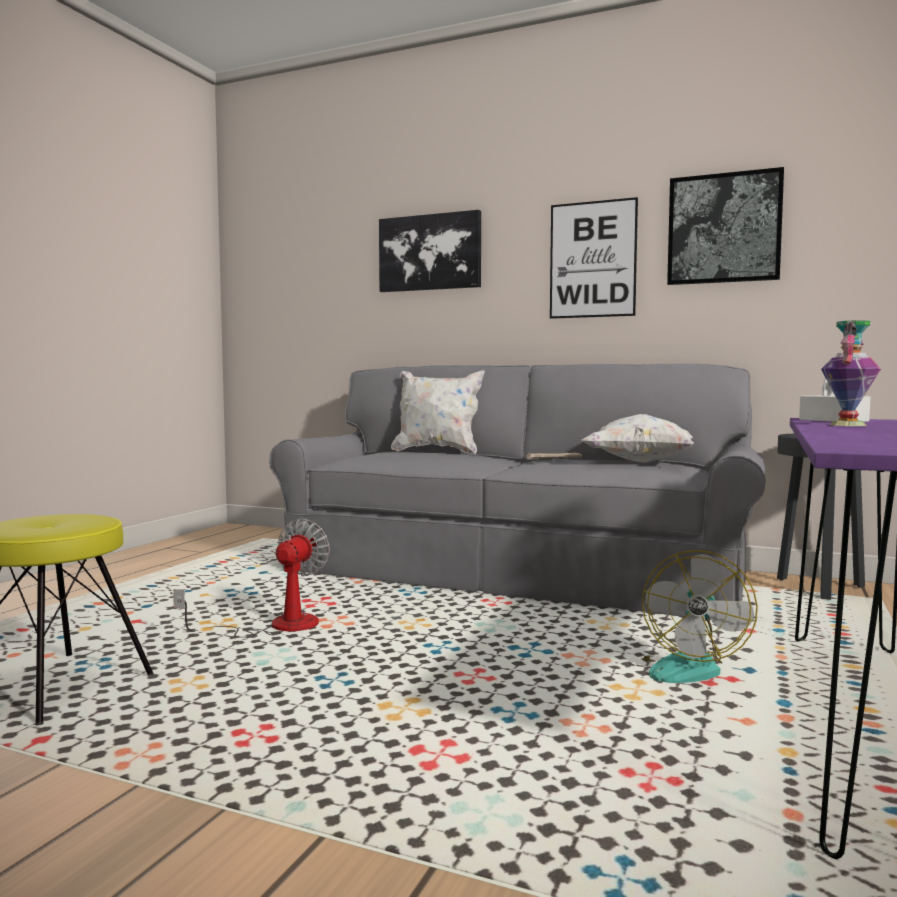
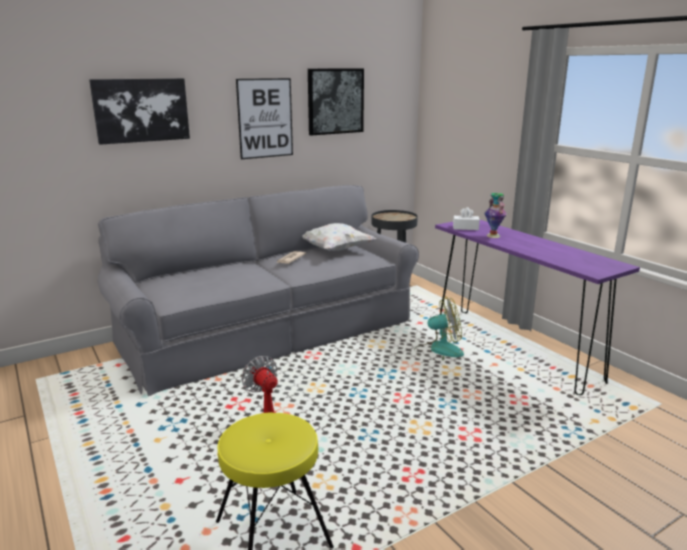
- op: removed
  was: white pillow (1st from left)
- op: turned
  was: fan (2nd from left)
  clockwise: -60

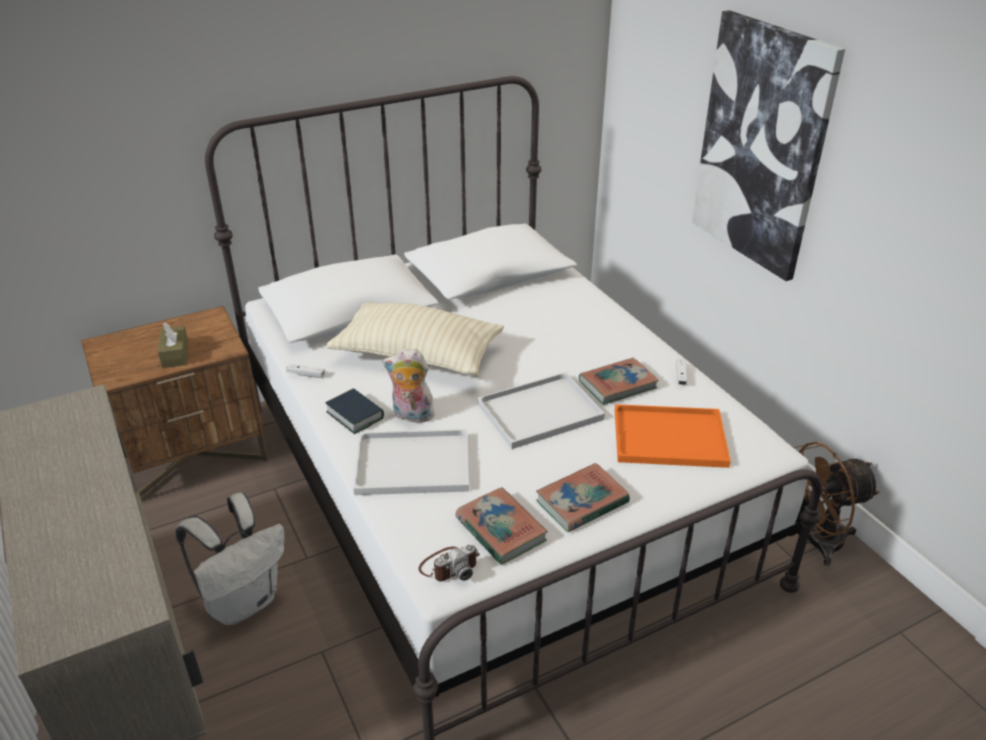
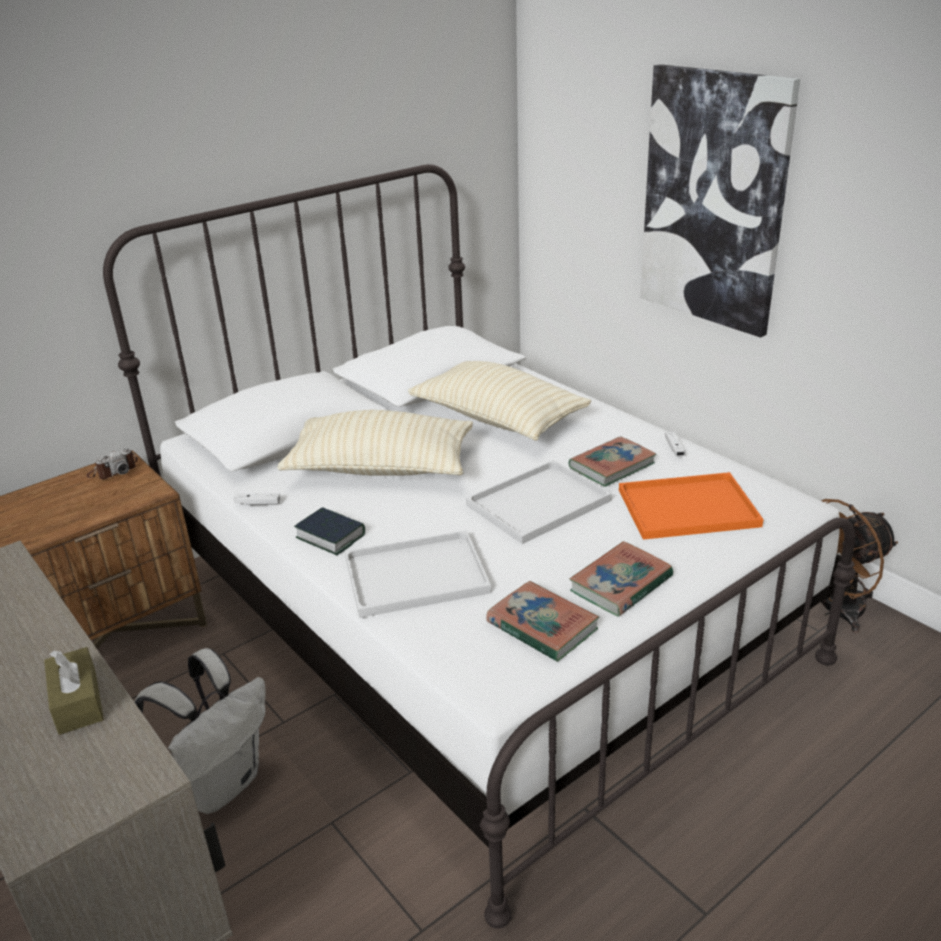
- op: moved
  was: brown tissue box
- op: removed
  was: plush toy
- op: moved
  was: photo camera
- op: added
  now: beige pillow (2nd from left)

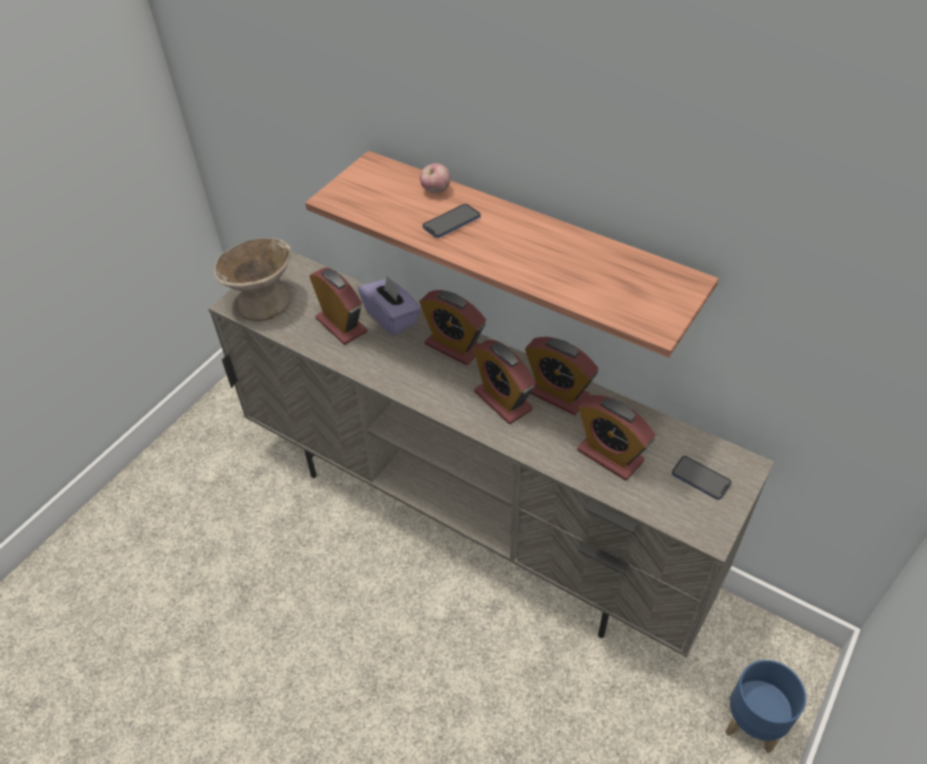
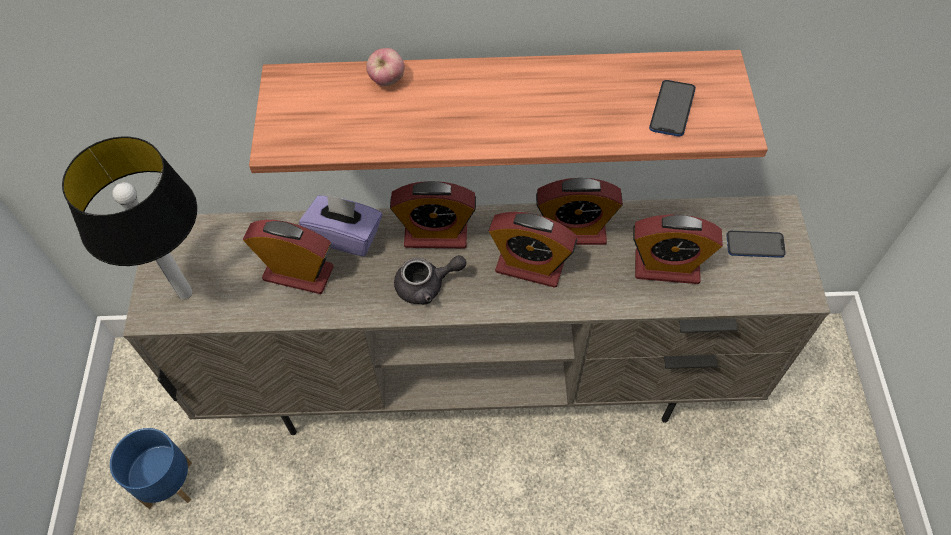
- op: moved
  was: phone (1st from left)
- op: replaced
  was: beige bowl
  now: table lamp
- op: moved
  was: blue planter
- op: added
  now: grey teapot

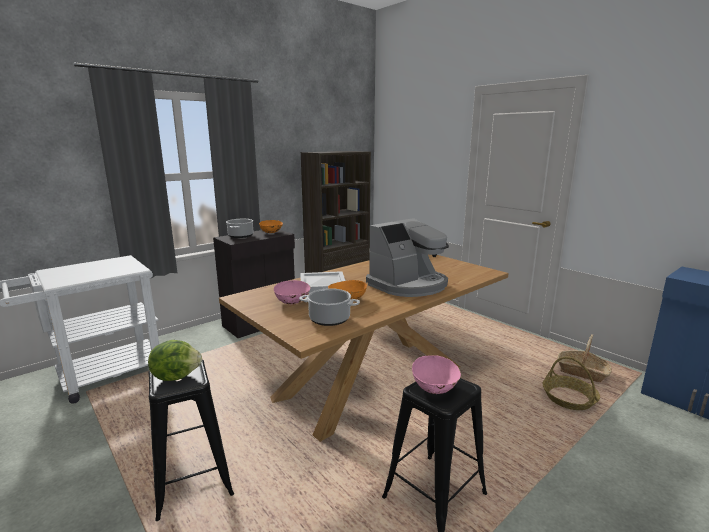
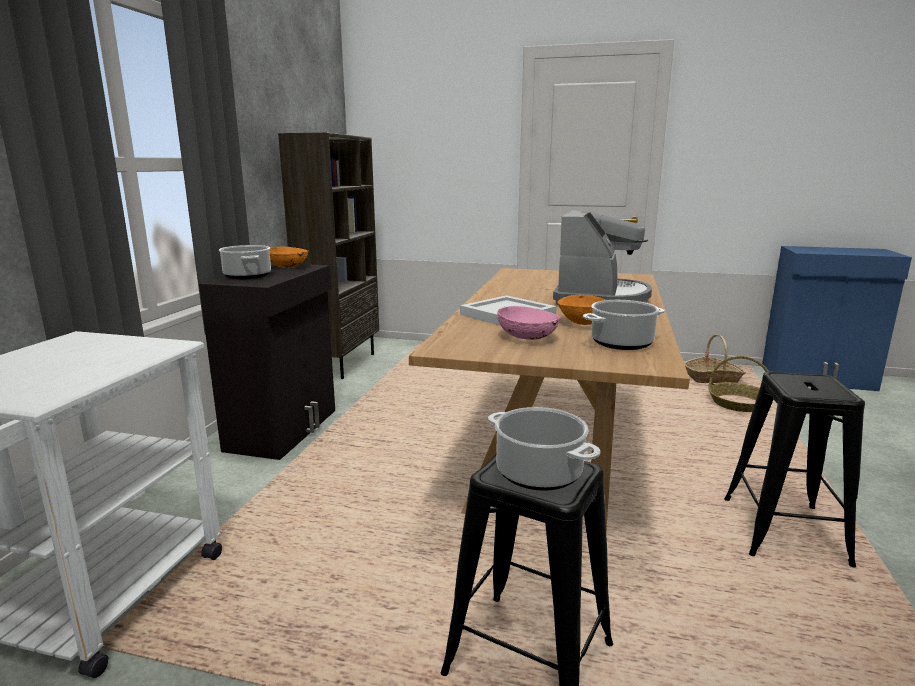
- op: replaced
  was: lettuce
  now: cooking pot (2nd from left)
- op: removed
  was: pink bowl (2nd from left)

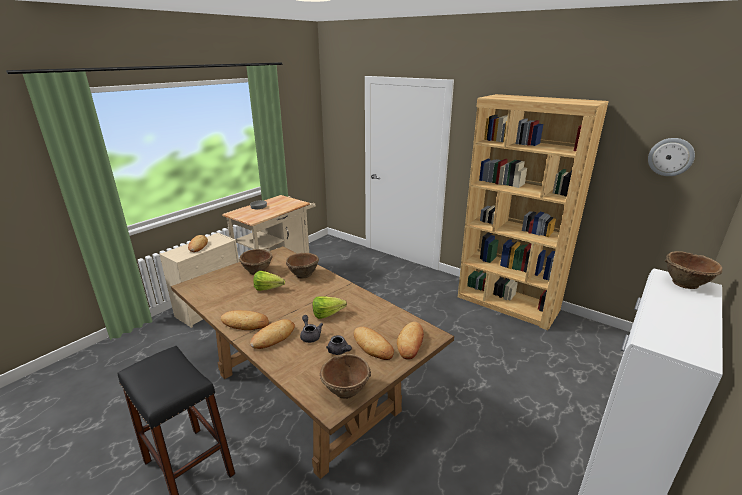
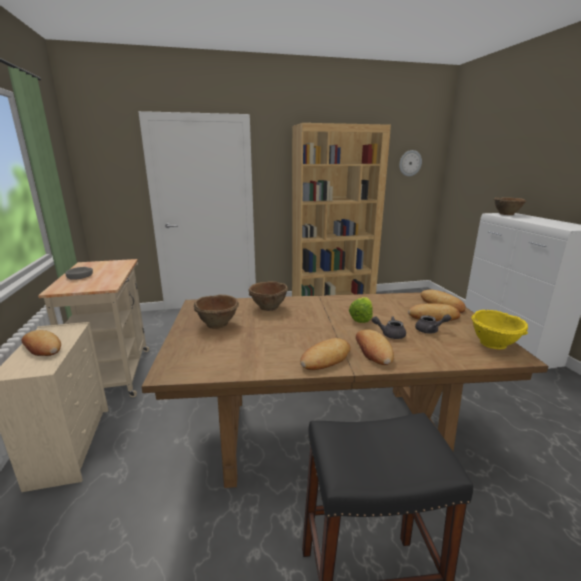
- op: removed
  was: lettuce (1st from left)
- op: recoloured
  was: brown bowl (3rd from left)
  now: yellow bowl

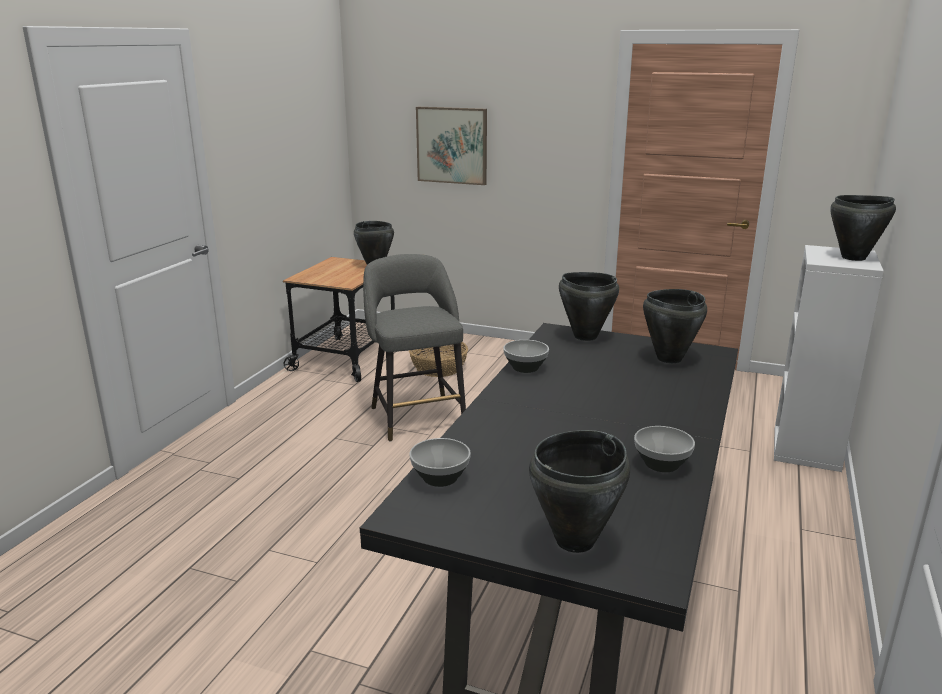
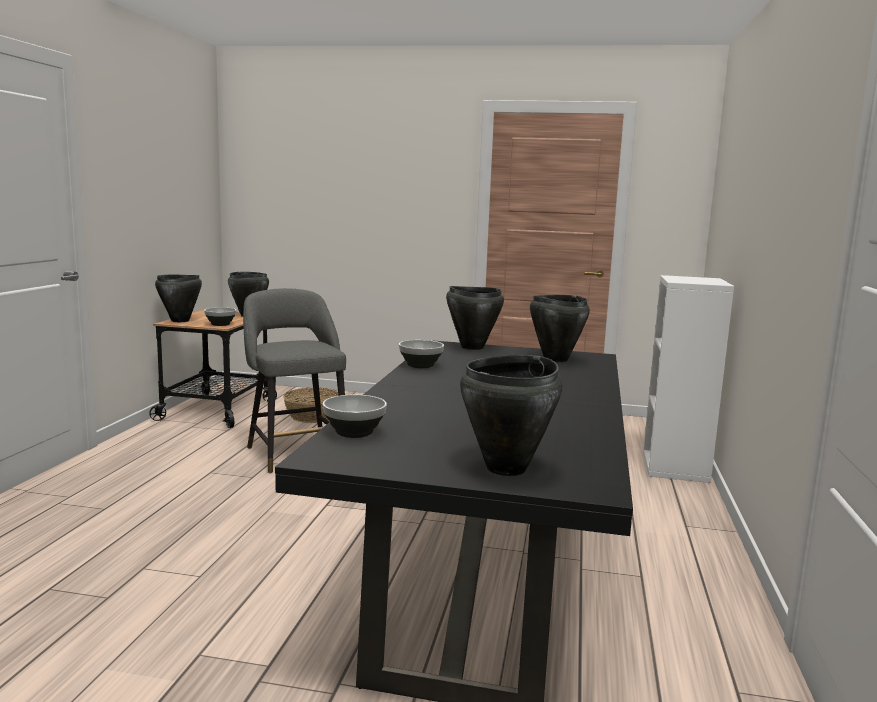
- op: removed
  was: picture
- op: moved
  was: black cooking pot (5th from left in the first image)
  now: black cooking pot (1st from left)
- op: moved
  was: bowl (3rd from left in the first image)
  now: bowl (1st from left)

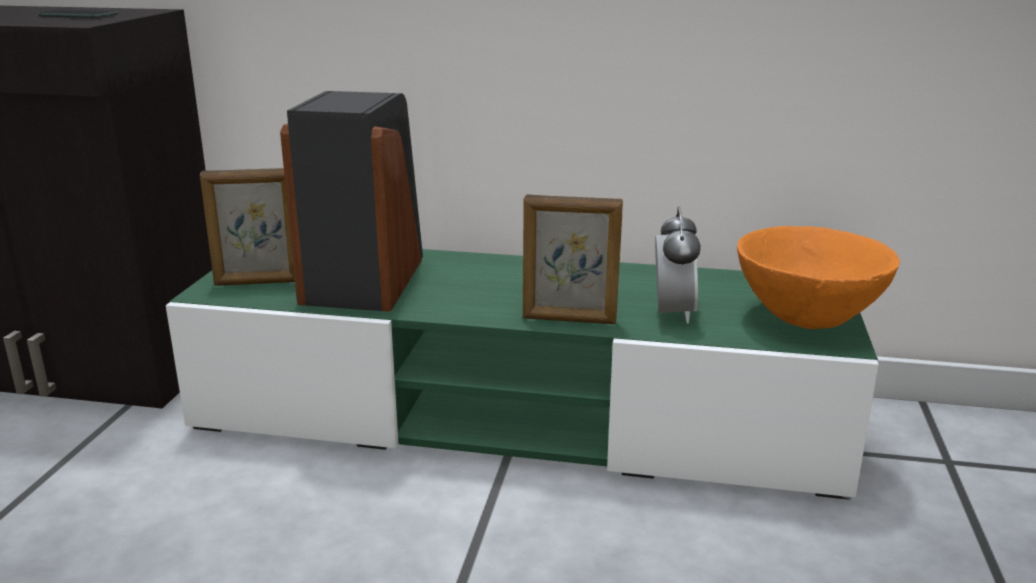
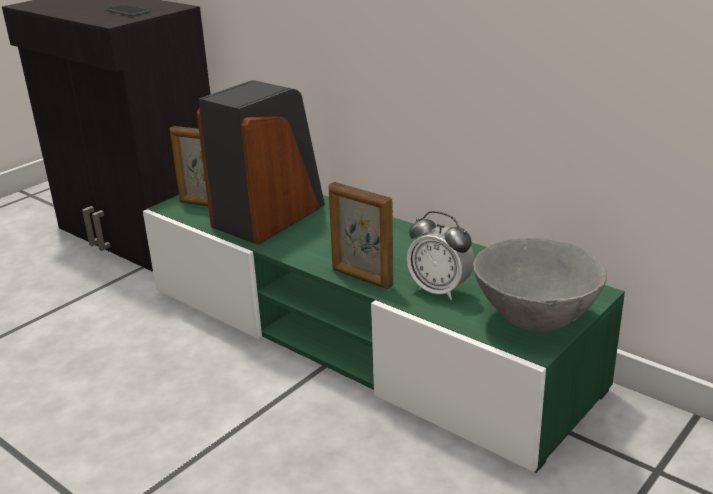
- op: turned
  was: alarm clock
  clockwise: 90
- op: recoloured
  was: orange bowl
  now: grey bowl

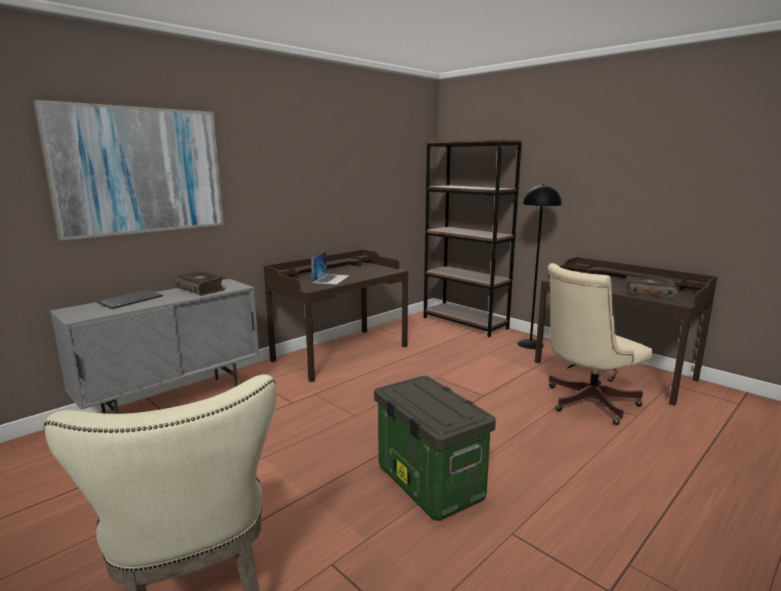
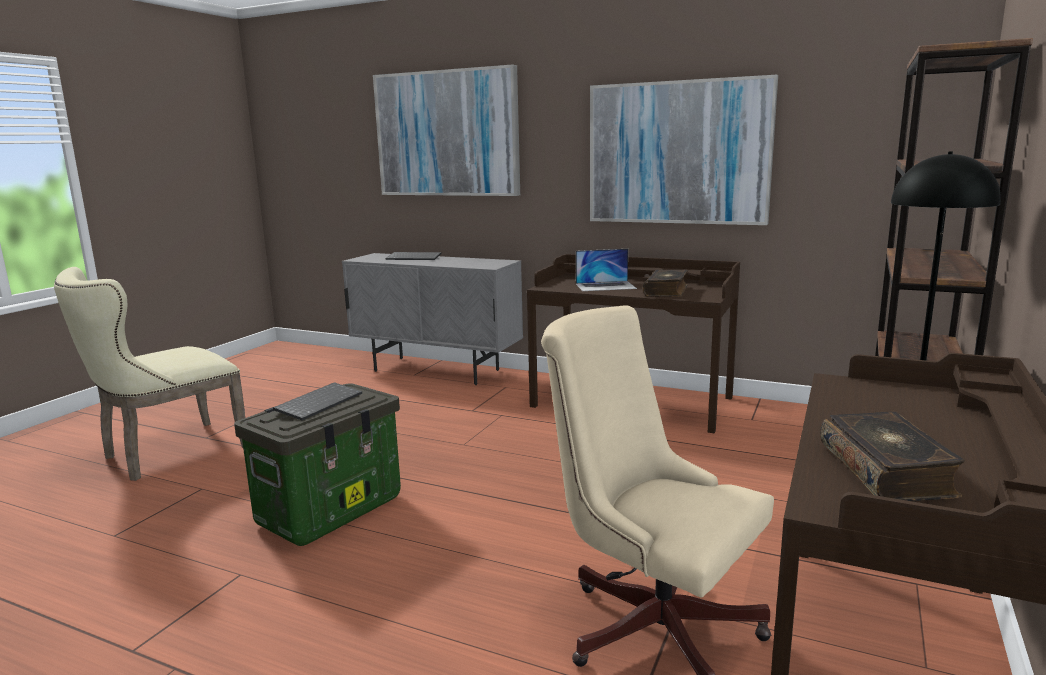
- op: moved
  was: book (1st from left)
- op: added
  now: picture (2nd from left)
- op: added
  now: keyboard (1st from left)

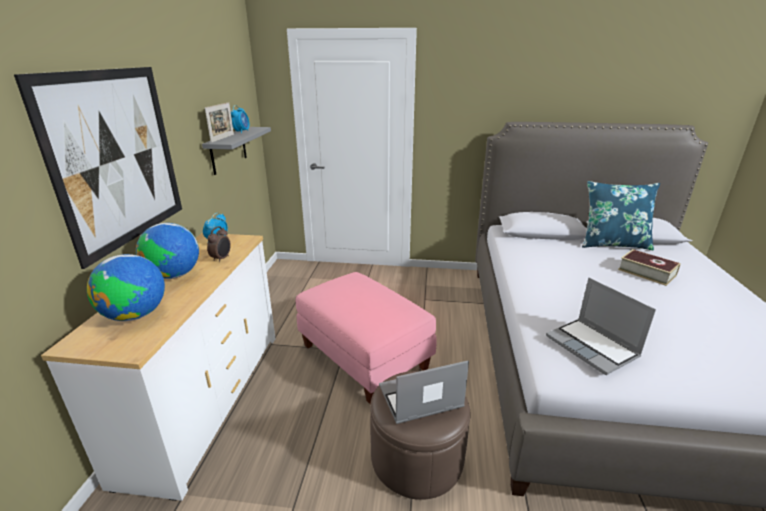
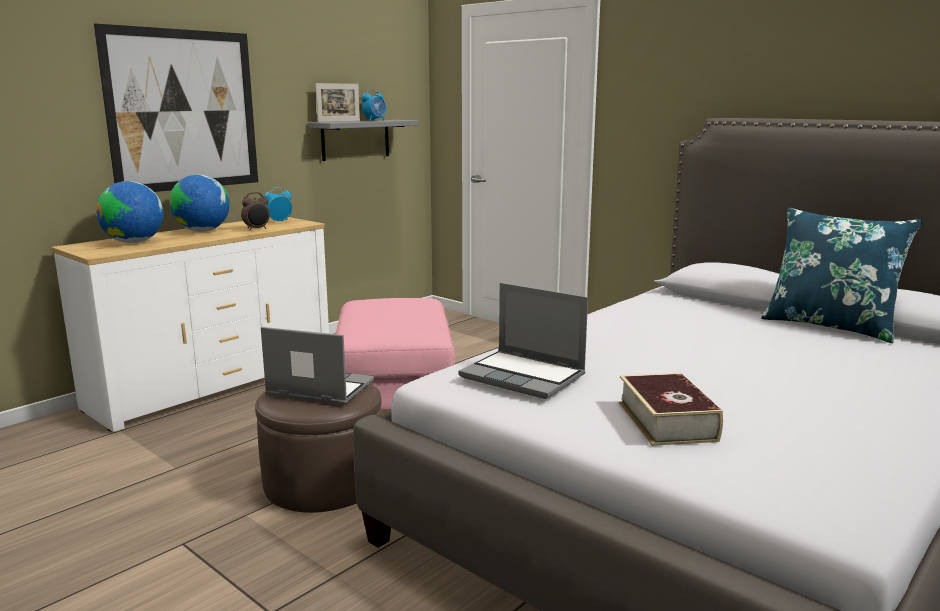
- op: moved
  was: book
- op: turned
  was: laptop (2nd from left)
  clockwise: -60

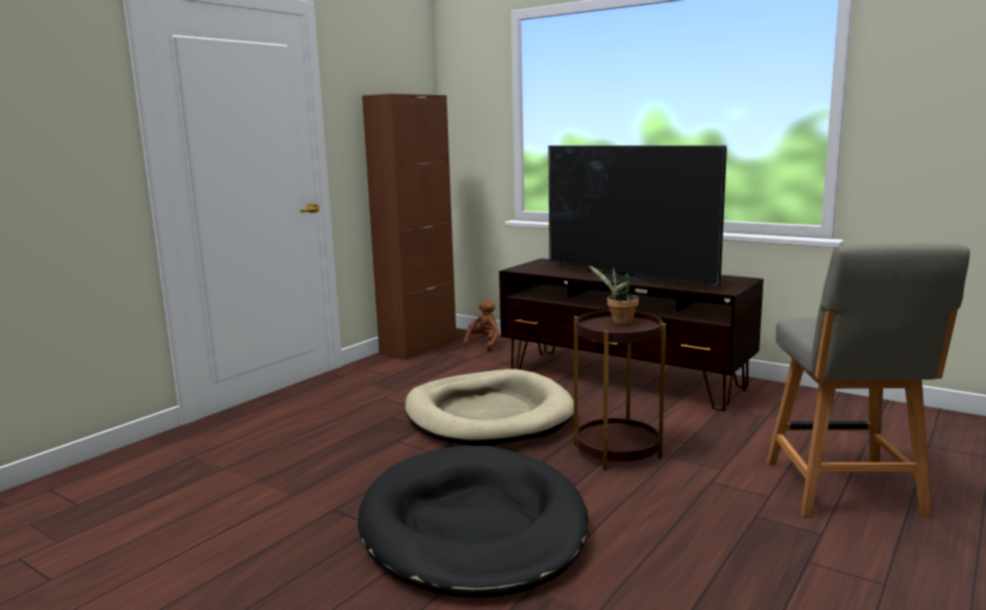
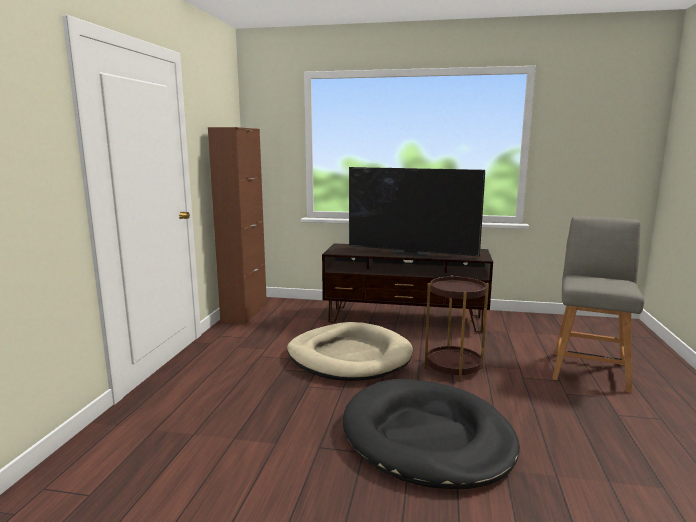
- op: turned
  was: grey chair
  clockwise: -135
- op: removed
  was: potted plant
- op: removed
  was: brown plush toy

